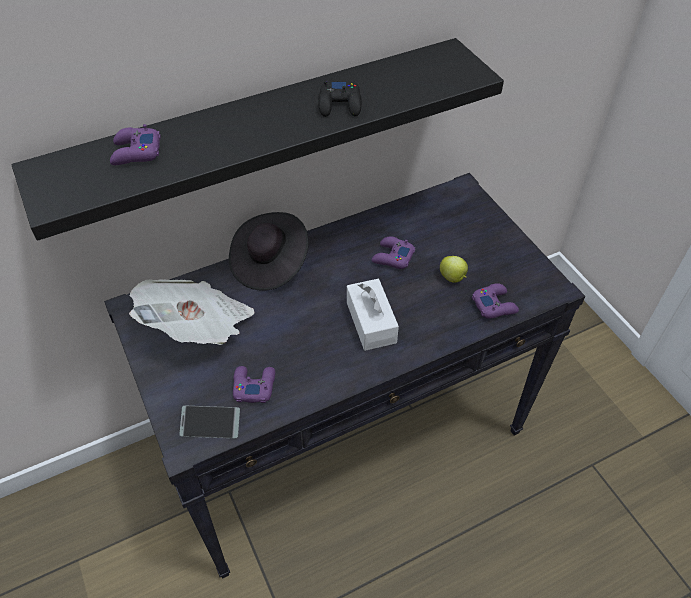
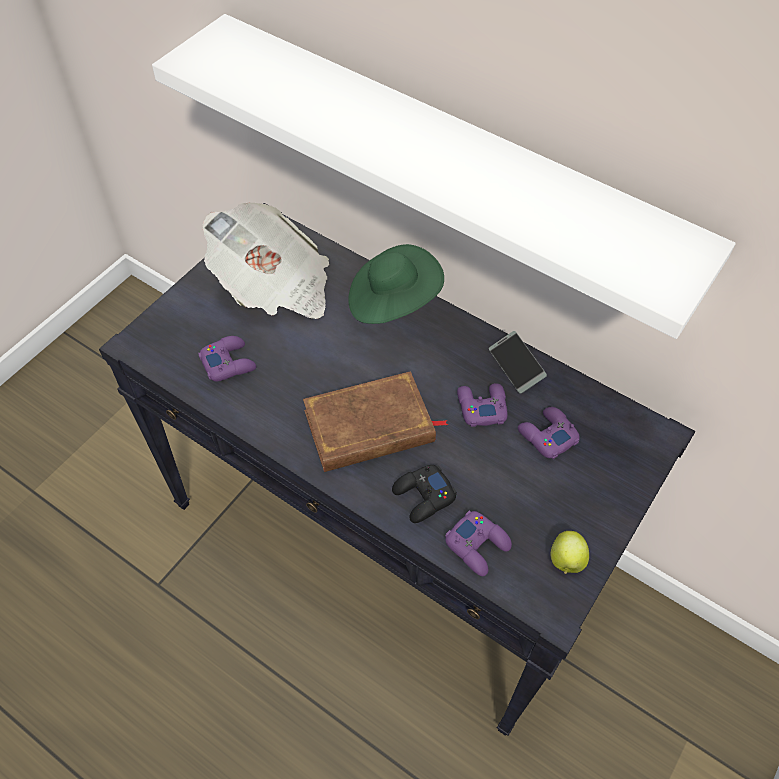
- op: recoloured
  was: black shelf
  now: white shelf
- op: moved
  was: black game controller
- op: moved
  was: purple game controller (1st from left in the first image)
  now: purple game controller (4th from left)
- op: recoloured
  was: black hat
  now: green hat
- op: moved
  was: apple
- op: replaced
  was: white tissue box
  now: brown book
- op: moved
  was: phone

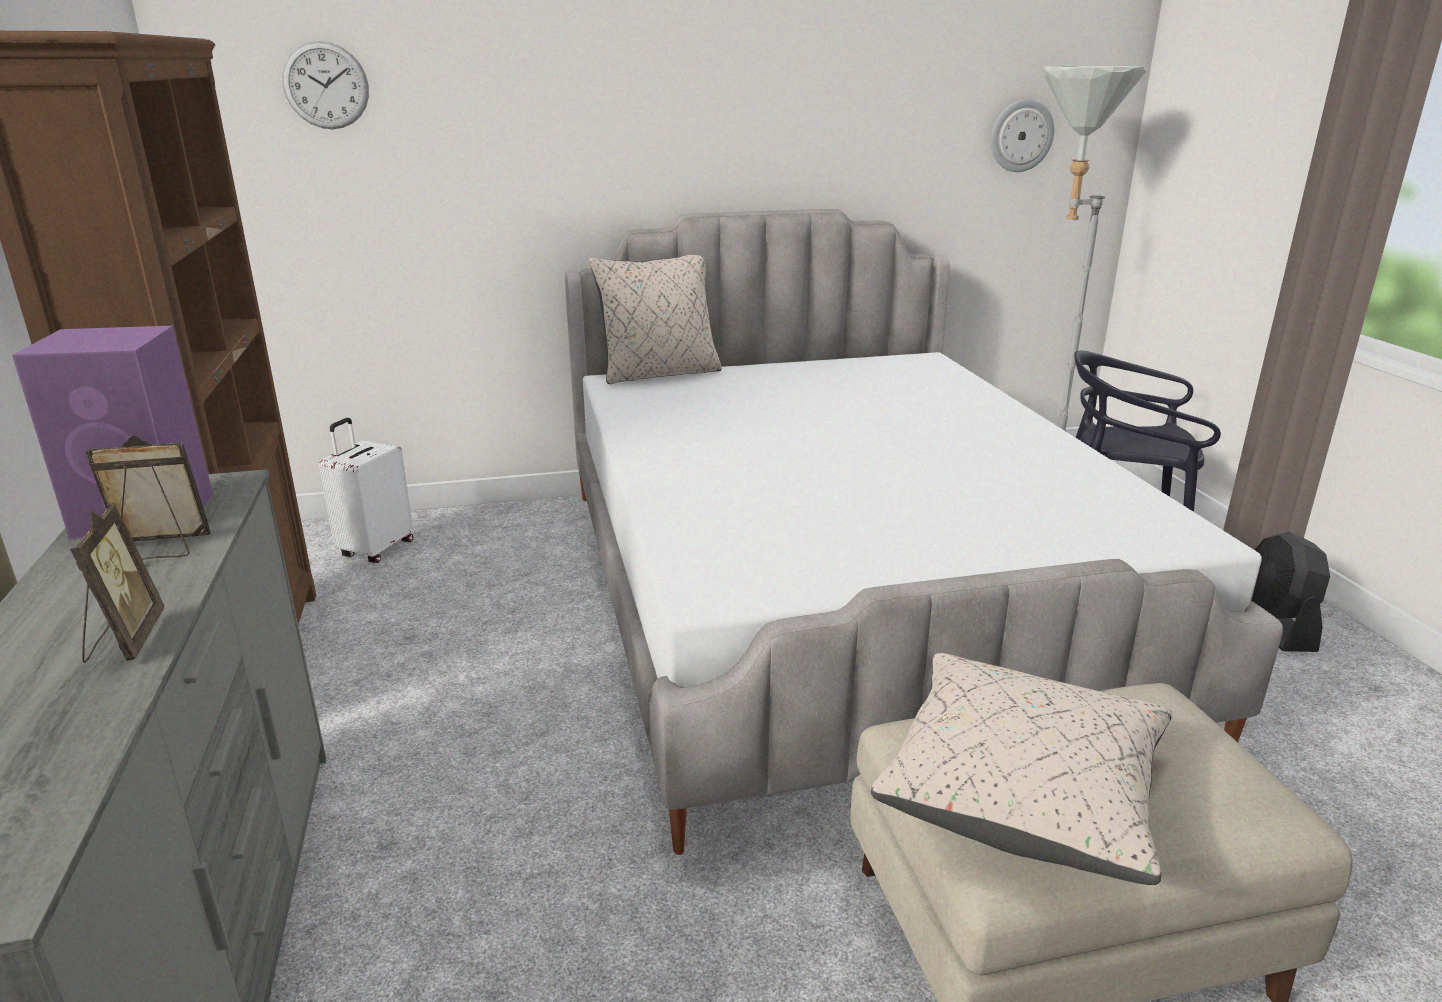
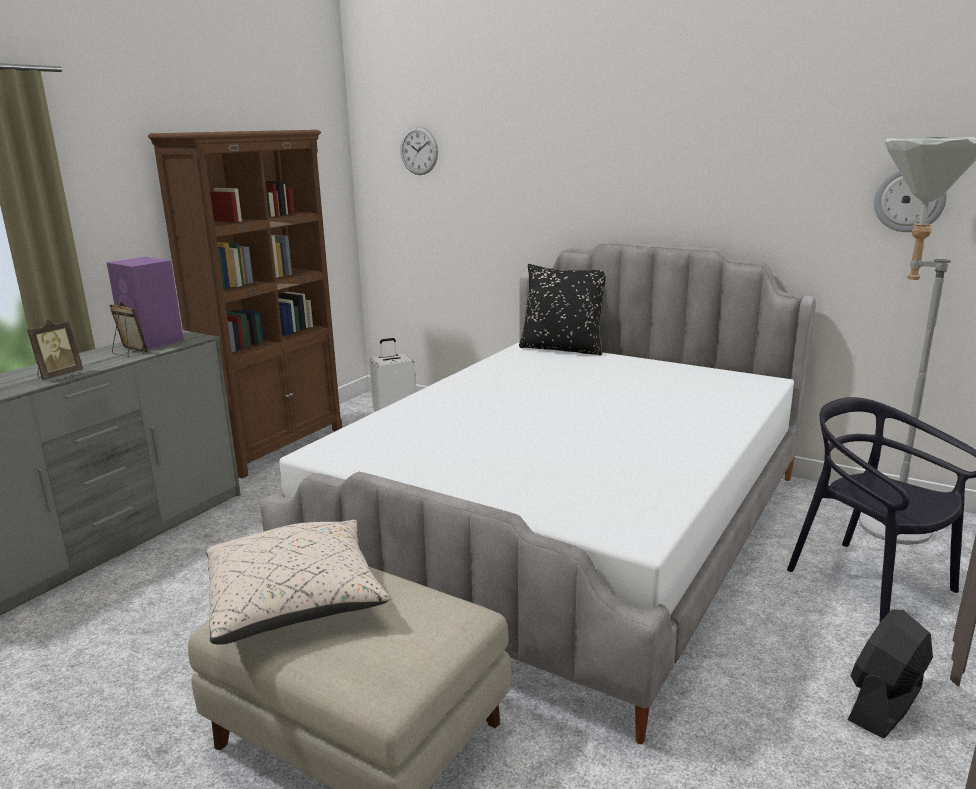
- op: recoloured
  was: beige pillow (1st from left)
  now: black pillow

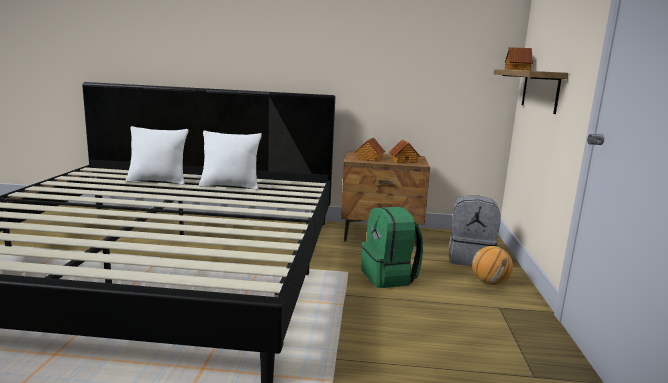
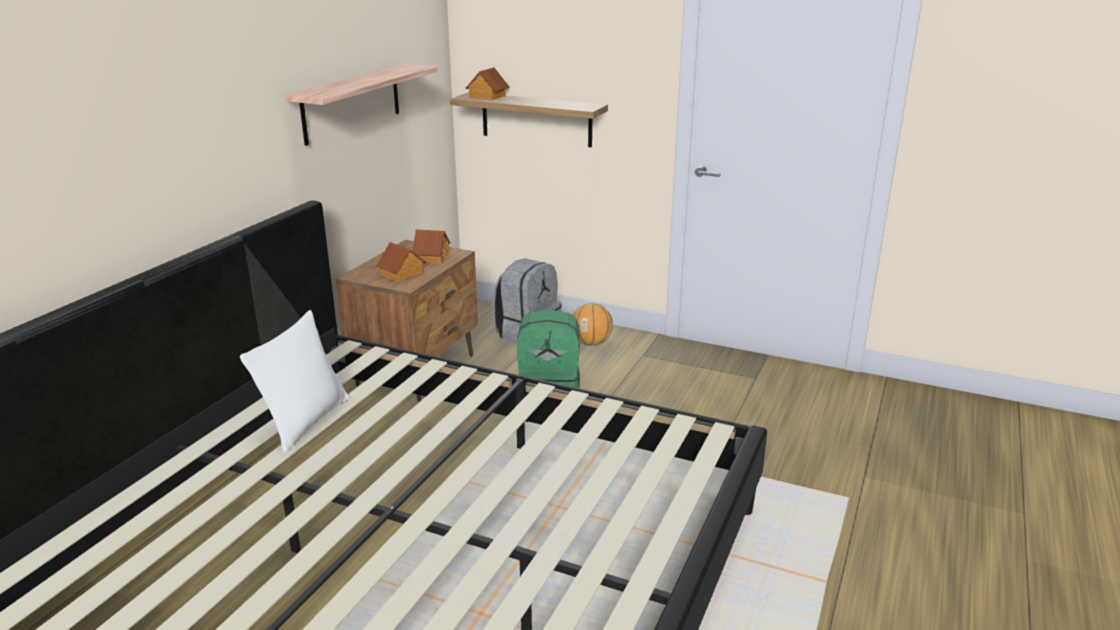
- op: removed
  was: white pillow (1st from left)
- op: added
  now: shelf (1st from left)

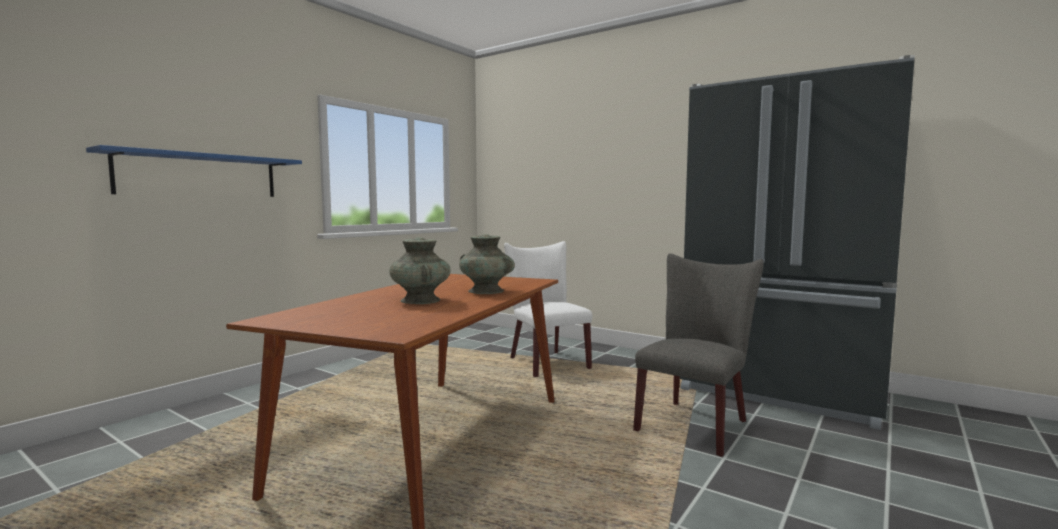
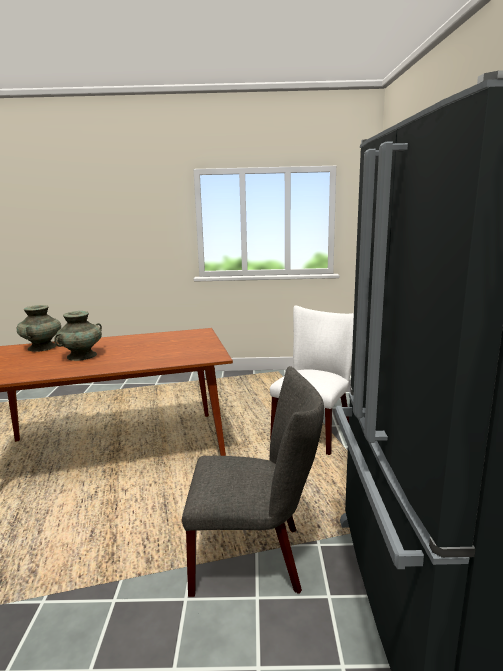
- op: removed
  was: blue shelf
- op: moved
  was: turquoise vase (2nd from left in the first image)
  now: turquoise vase (1st from left)

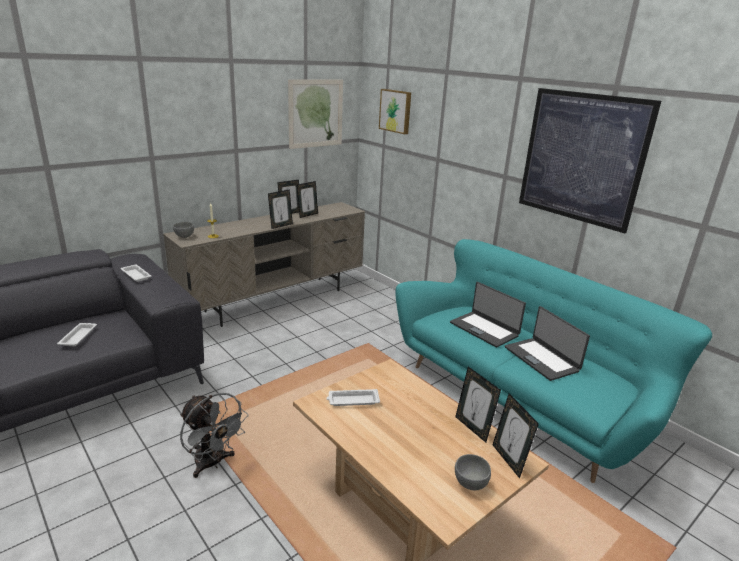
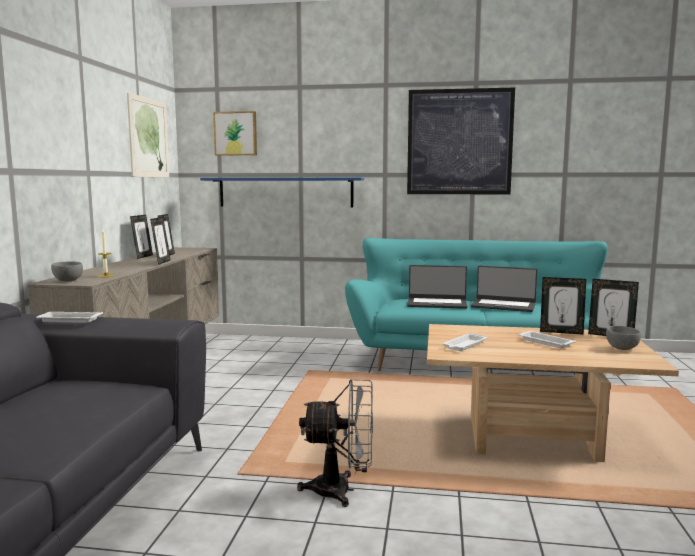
- op: moved
  was: white tray (1st from left in the first image)
  now: white tray (3rd from left)
- op: added
  now: blue shelf

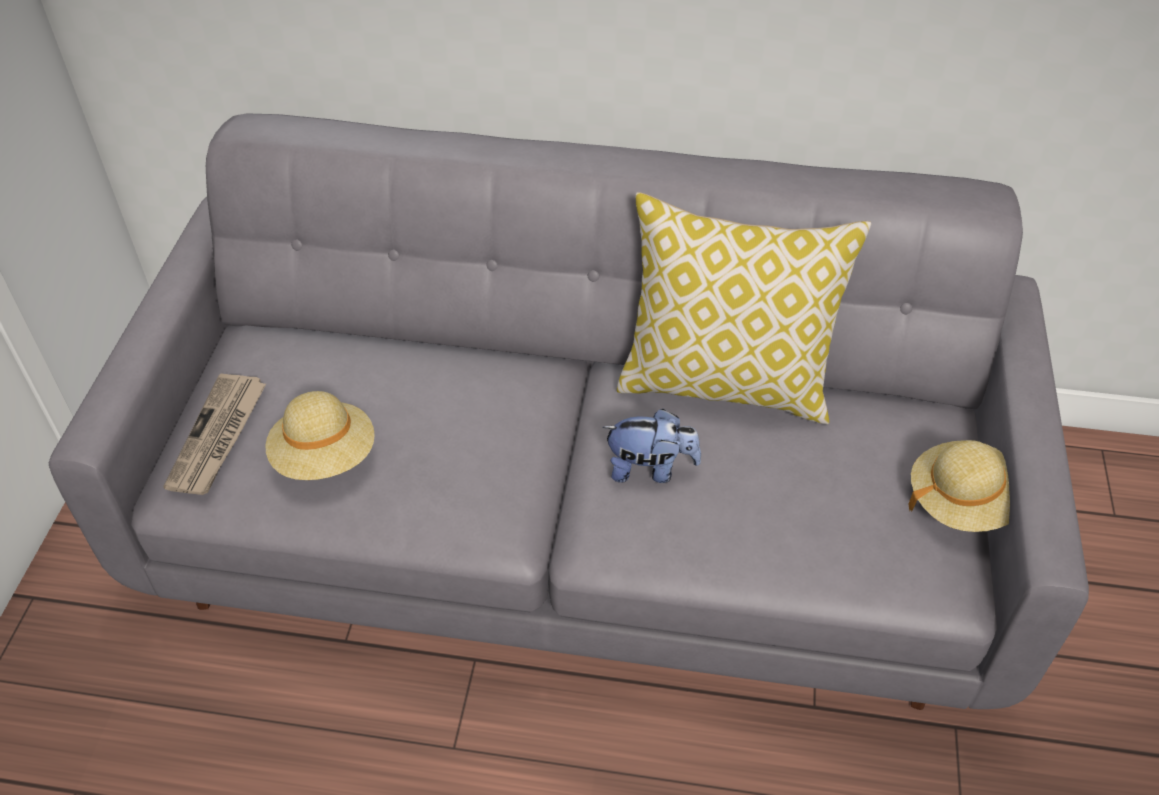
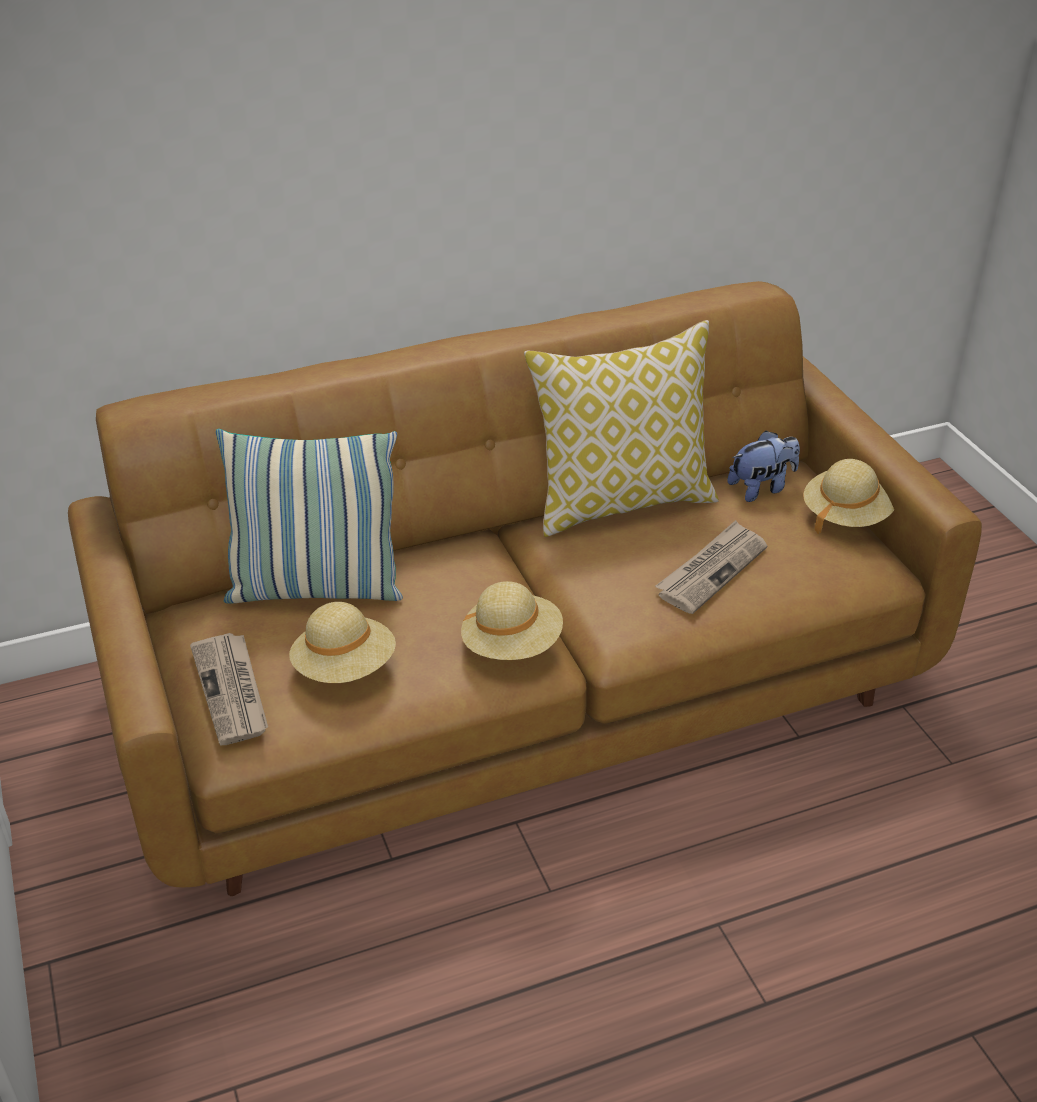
- op: recoloured
  was: grey sofa
  now: brown sofa
- op: moved
  was: plush toy
- op: added
  now: pillow (1st from left)
- op: added
  now: newspaper (2nd from left)
- op: added
  now: beige hat (2nd from left)

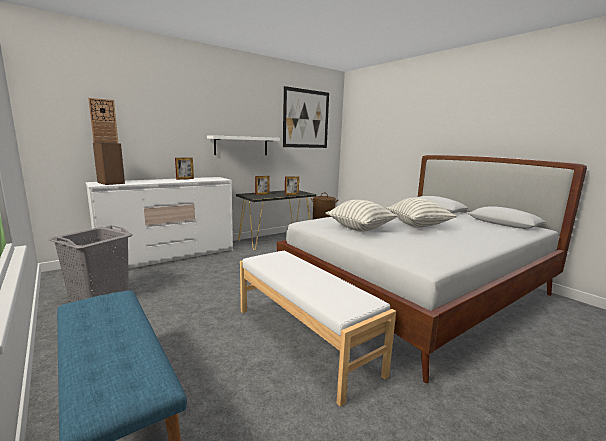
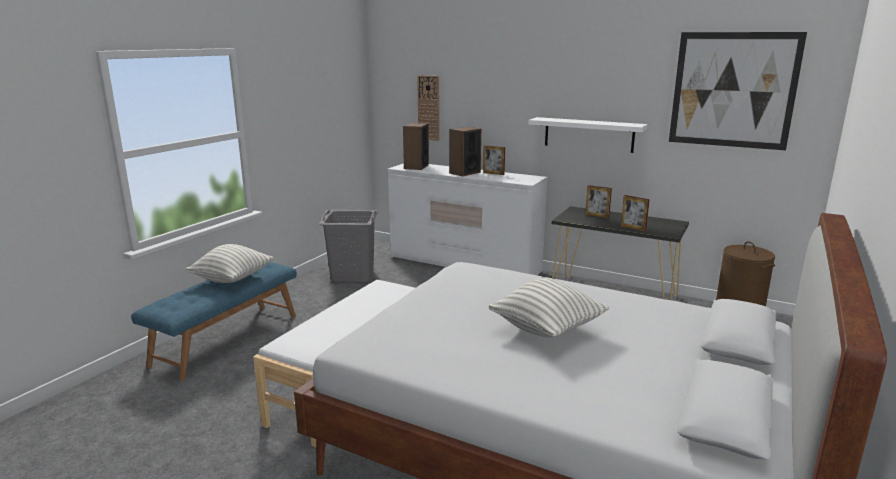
- op: moved
  was: pillow (1st from left)
- op: added
  now: speaker (2nd from left)

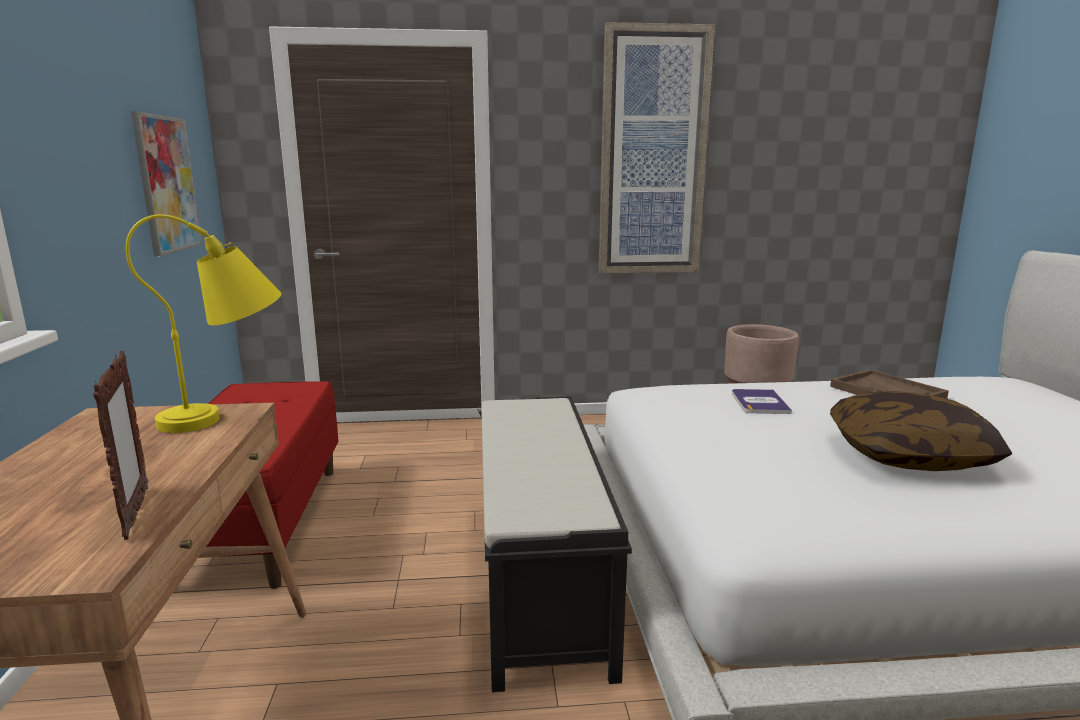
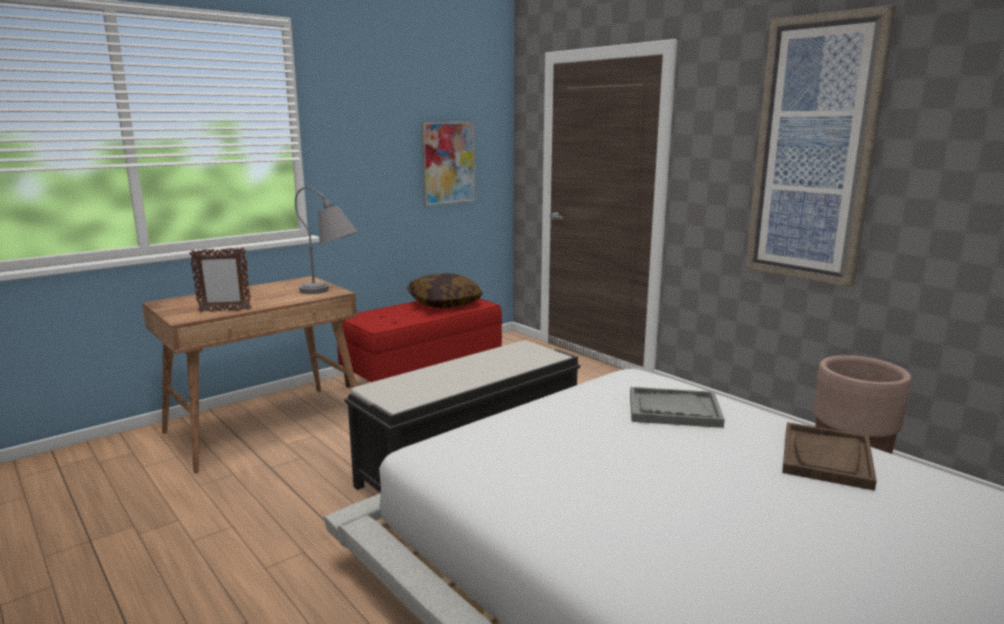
- op: recoloured
  was: yellow table lamp
  now: grey table lamp
- op: turned
  was: picture frame
  clockwise: 45
- op: replaced
  was: book
  now: grey tray
- op: moved
  was: pillow

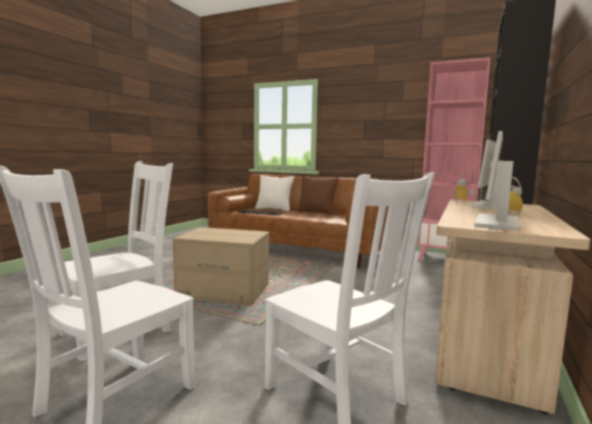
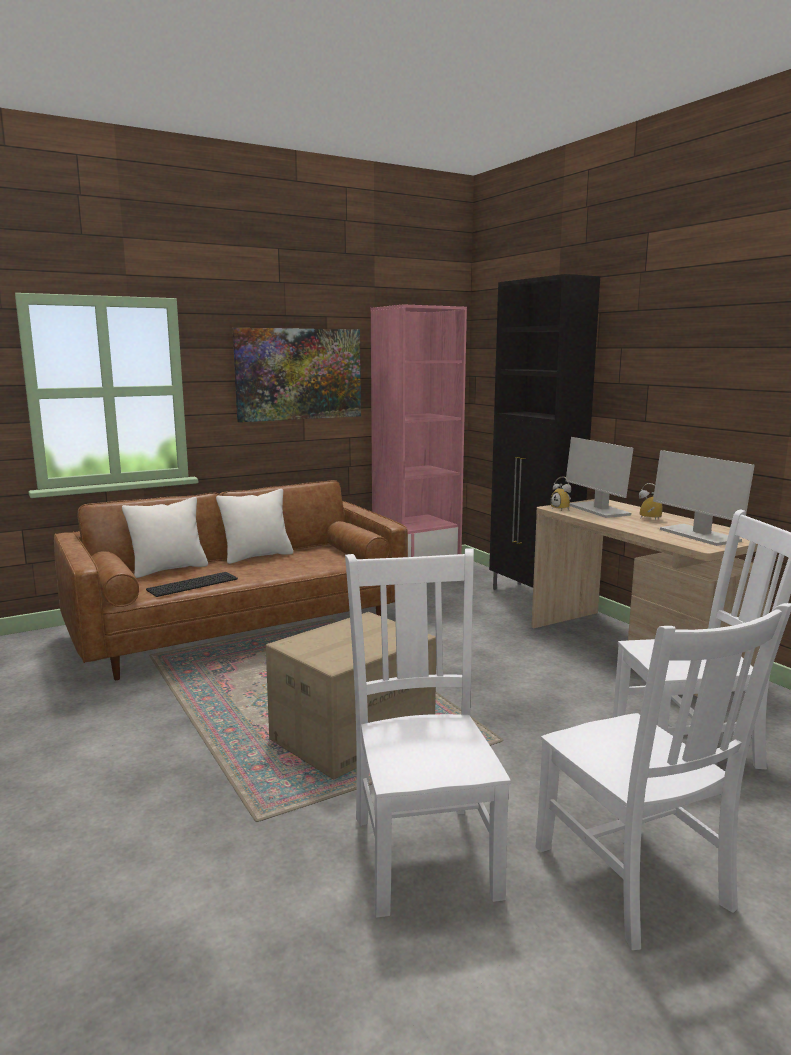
- op: recoloured
  was: brown pillow
  now: white pillow (2nd from left)
- op: added
  now: picture

